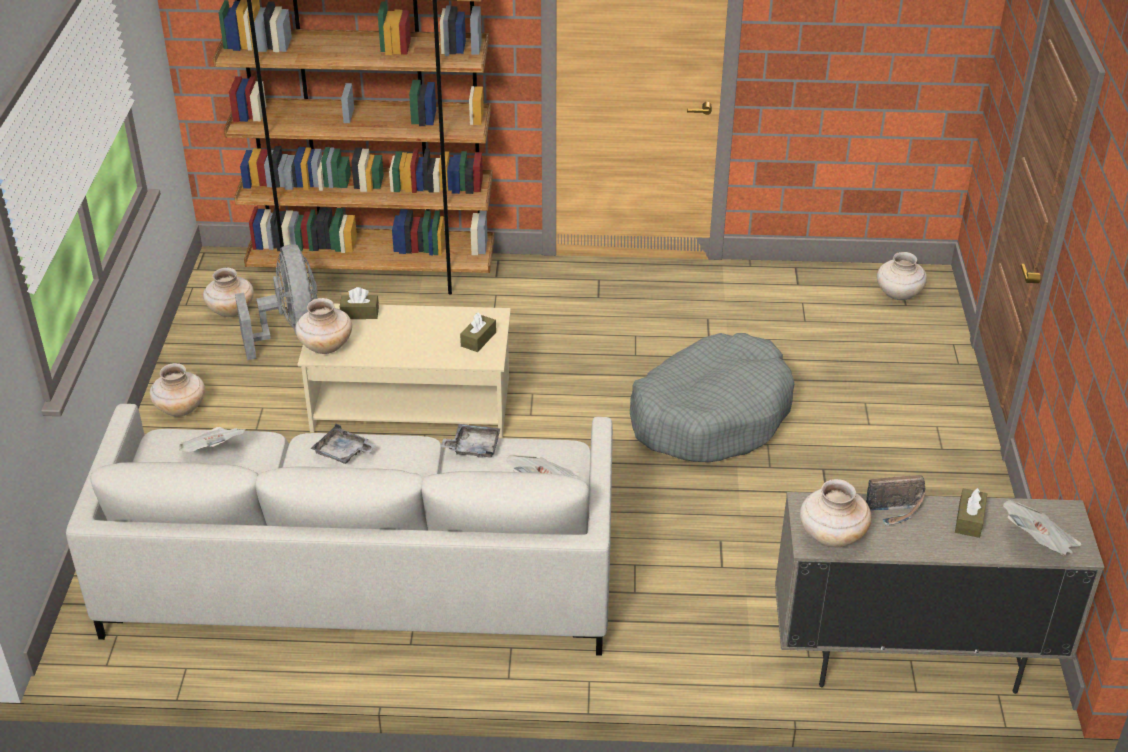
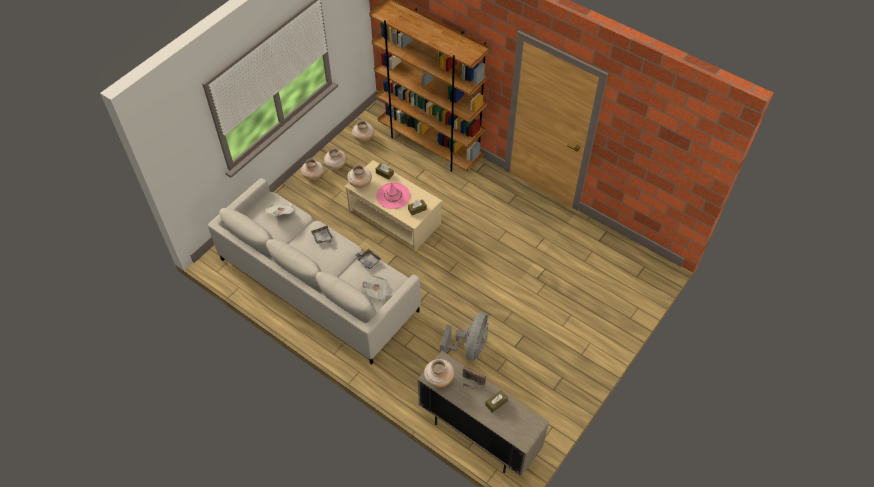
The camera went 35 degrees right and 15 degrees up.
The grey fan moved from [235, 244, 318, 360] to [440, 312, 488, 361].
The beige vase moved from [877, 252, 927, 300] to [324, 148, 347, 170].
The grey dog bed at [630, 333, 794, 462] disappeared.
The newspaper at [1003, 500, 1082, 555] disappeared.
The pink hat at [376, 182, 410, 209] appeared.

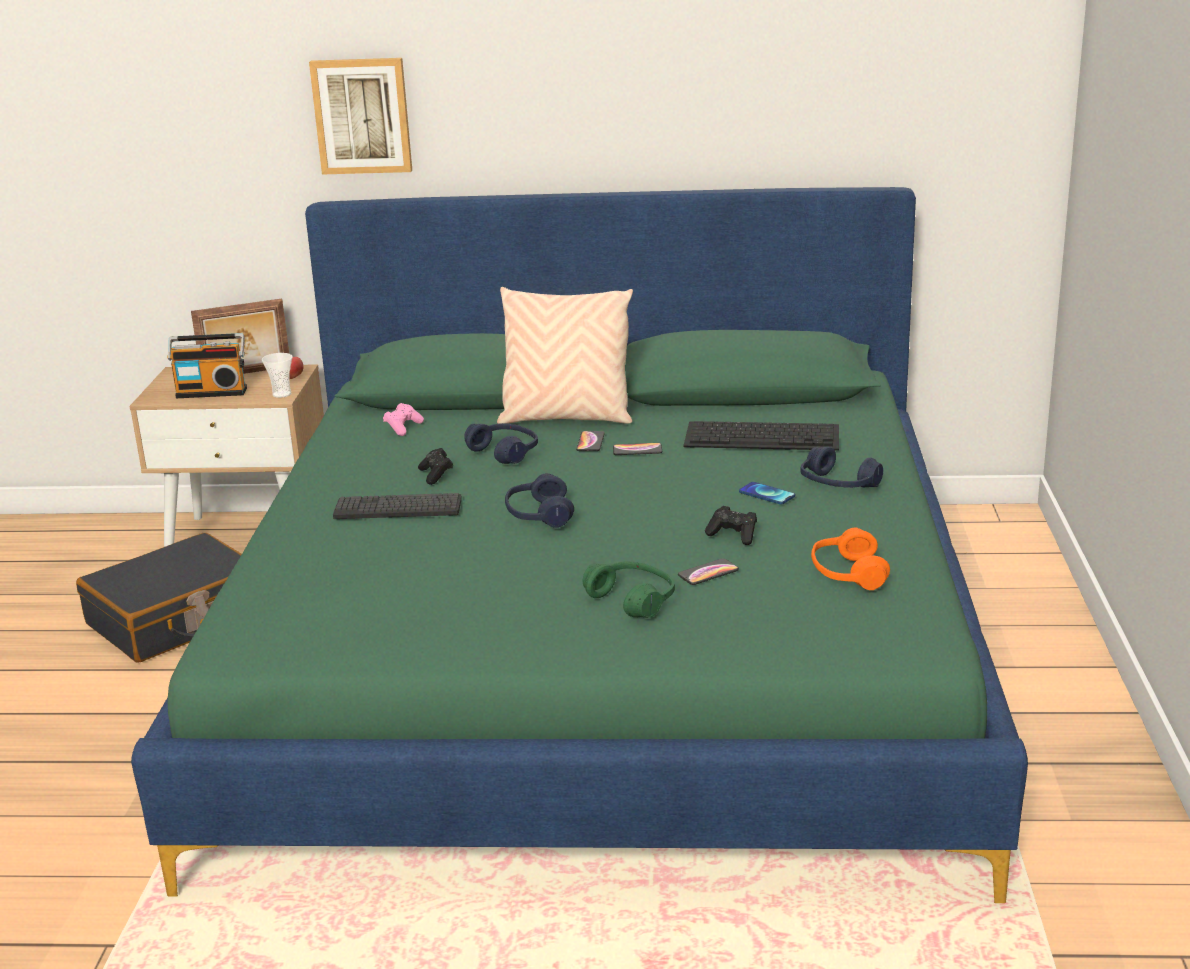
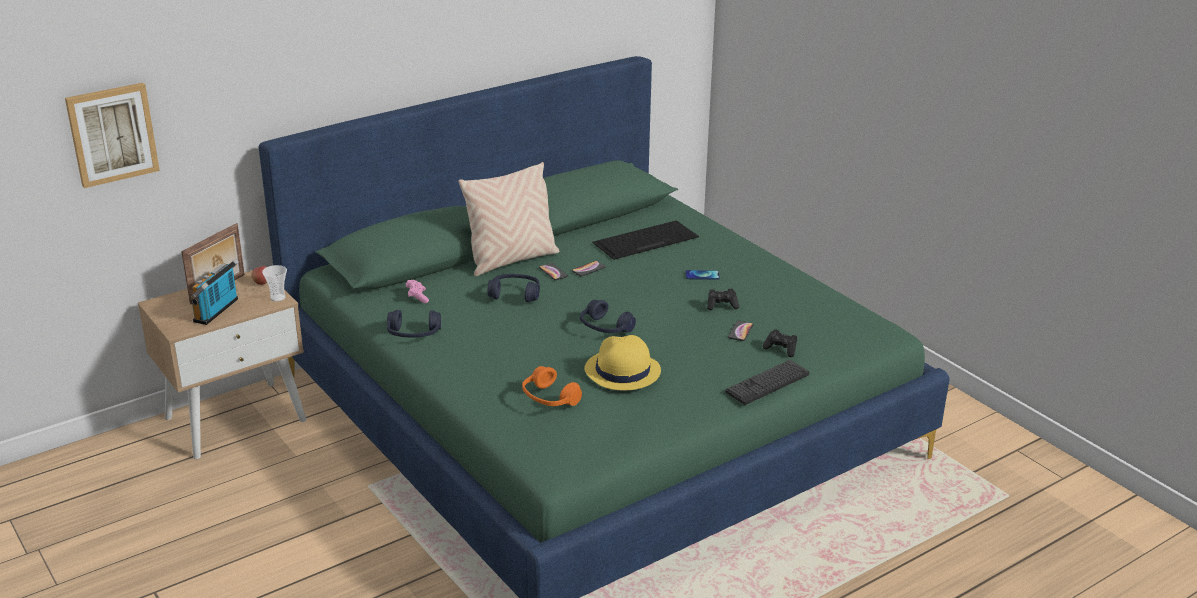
The camera went 40 degrees left and 5 degrees up.
The picture moved from [309, 58, 412, 175] to [65, 83, 160, 188].
The radio at [167, 333, 247, 398] turned 150 degrees clockwise.
The blue headphones moved from [801, 447, 883, 488] to [387, 310, 441, 337].
The black game controller moved from [418, 448, 453, 485] to [762, 329, 797, 357].
The keyboard moved from [333, 493, 462, 519] to [725, 360, 810, 405].
The orange headphones moved from [811, 528, 890, 590] to [522, 366, 582, 406].
The black suitcase at [76, 533, 242, 663] disappeared.
The green headphones at [583, 561, 675, 618] disappeared.
The yellow hat at [584, 335, 661, 390] appeared.

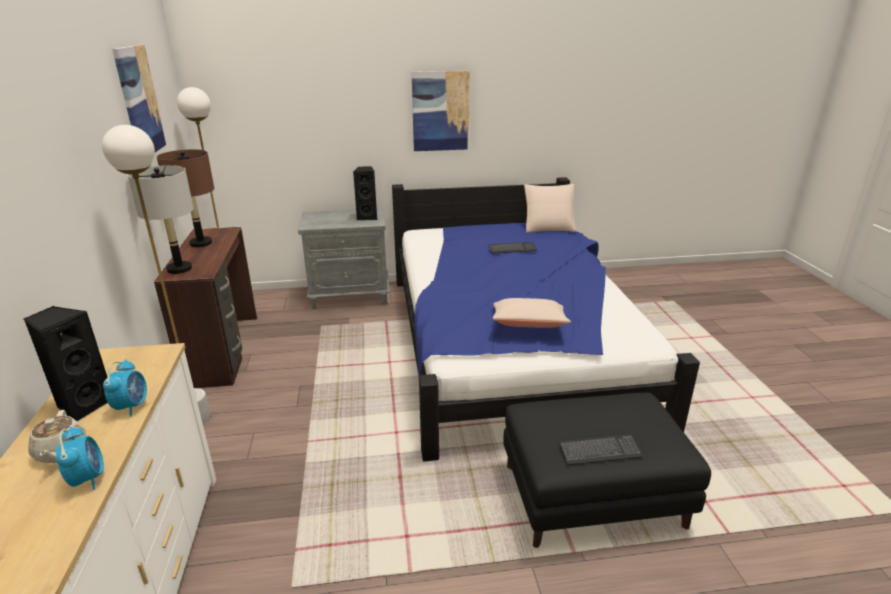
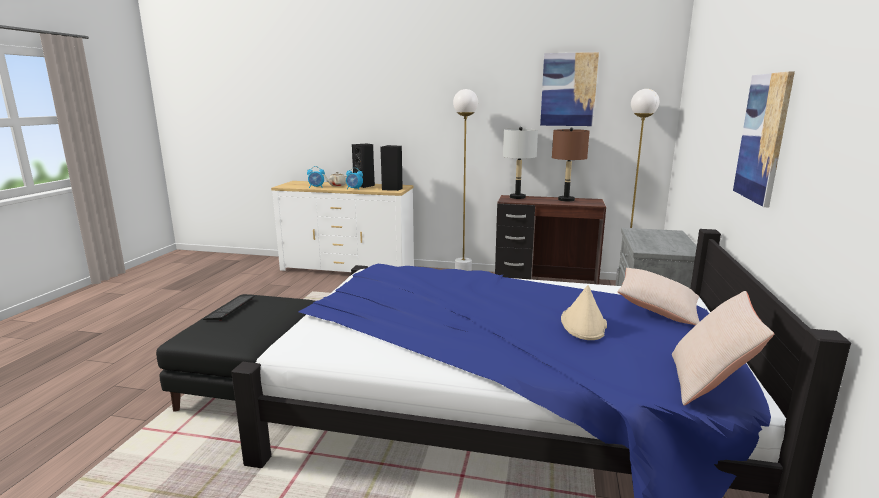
The camera went 110 degrees right and 10 degrees down.
The black speaker moved from [353, 166, 377, 220] to [380, 145, 403, 191].
The keyboard at [489, 242, 537, 254] was replaced by the beige hat at [561, 285, 607, 340].
The beige pillow moved from [493, 298, 571, 328] to [617, 268, 700, 325].

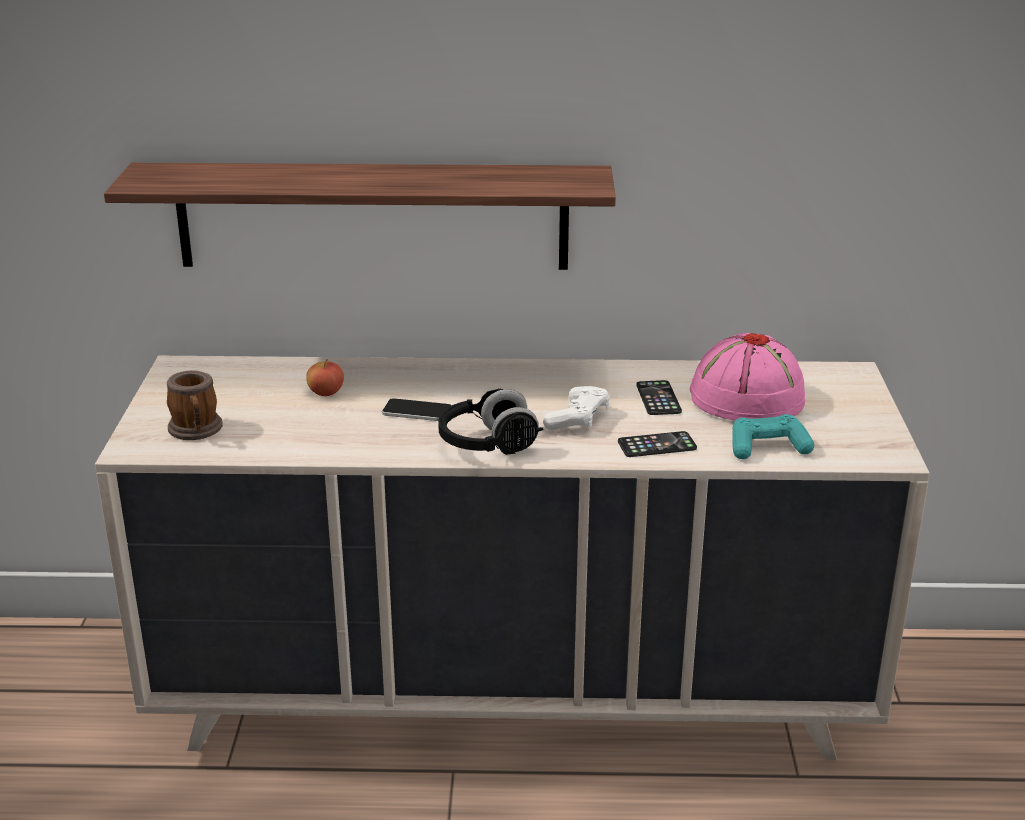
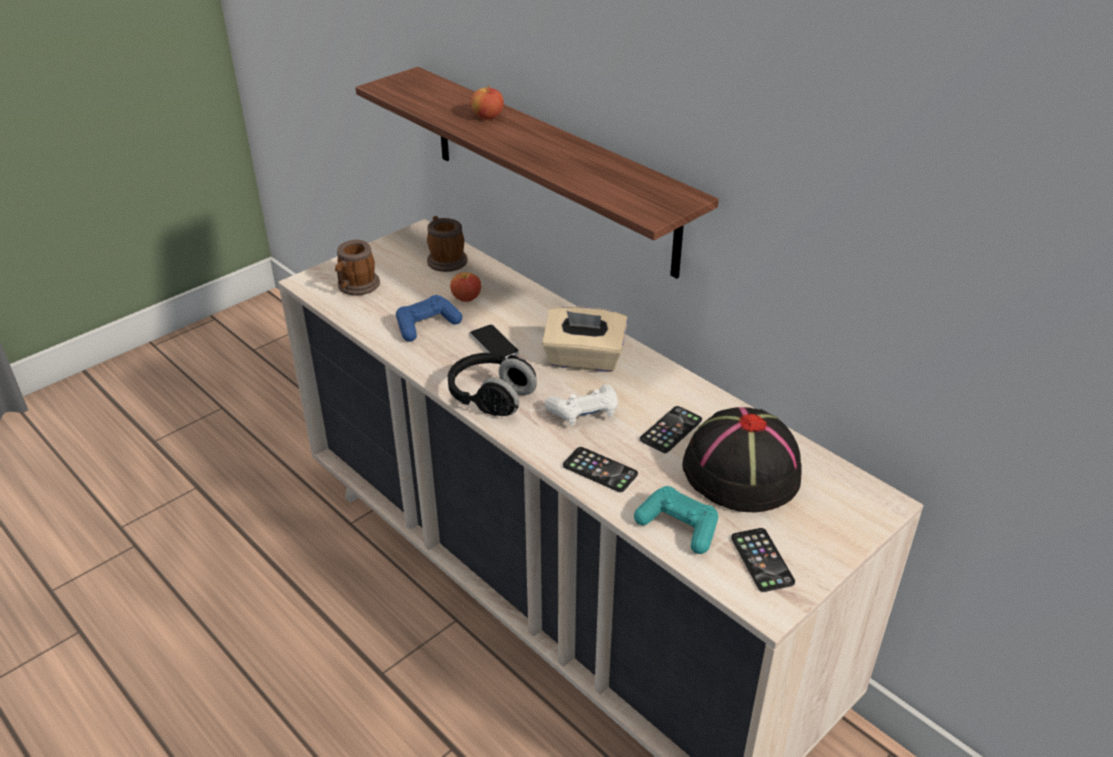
The camera went 45 degrees right and 10 degrees up.
The pink hat at [690, 333, 805, 421] became the black hat at [683, 407, 802, 512].
The apple at [470, 85, 504, 119] appeared.
The mug at [427, 216, 468, 272] appeared.
The blue game controller at [396, 295, 462, 342] appeared.
The beige tissue box at [542, 306, 628, 372] appeared.
The phone at [731, 528, 795, 592] appeared.

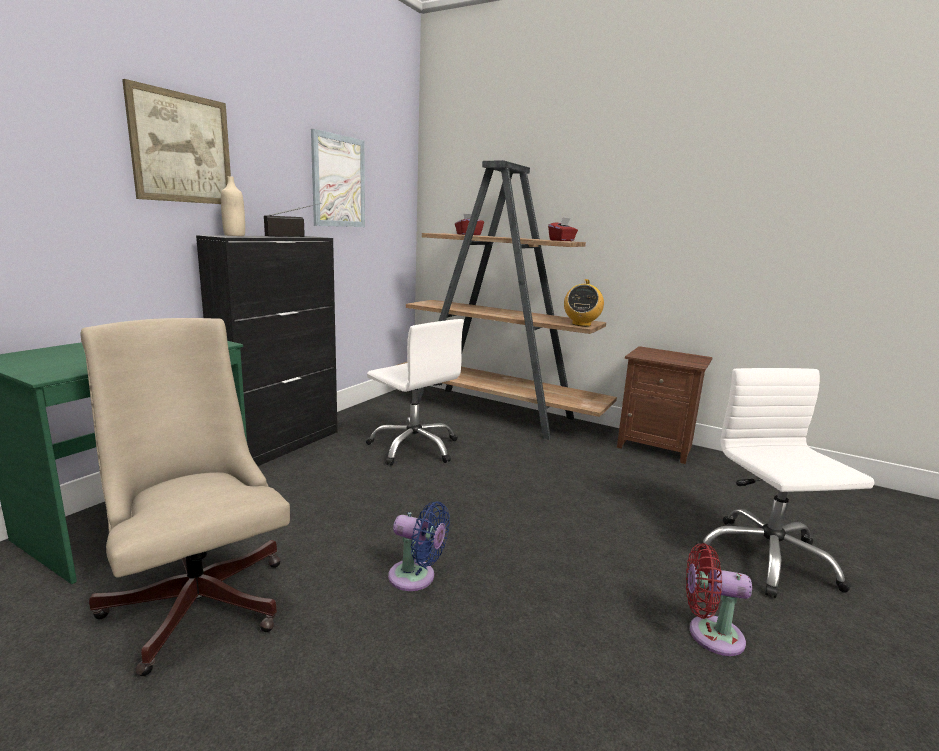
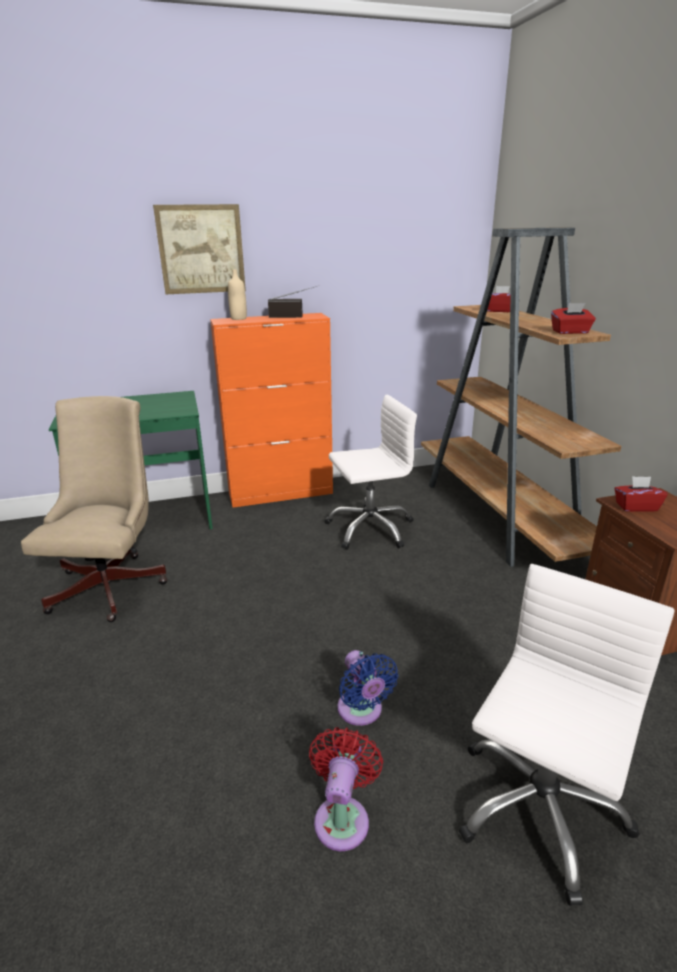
The camera went 45 degrees right and 10 degrees up.
The picture at [311, 129, 365, 227] disappeared.
The black cabinet at [196, 235, 338, 466] became the orange cabinet at [210, 313, 333, 508].
The radio at [564, 279, 604, 326] disappeared.
The white office chair at [366, 319, 464, 466] turned 105 degrees counterclockwise.
The blue fan moved from [388, 501, 450, 591] to [337, 650, 398, 726].
The red fan at [686, 543, 752, 656] turned 45 degrees clockwise.
The red tissue box at [614, 476, 668, 512] appeared.

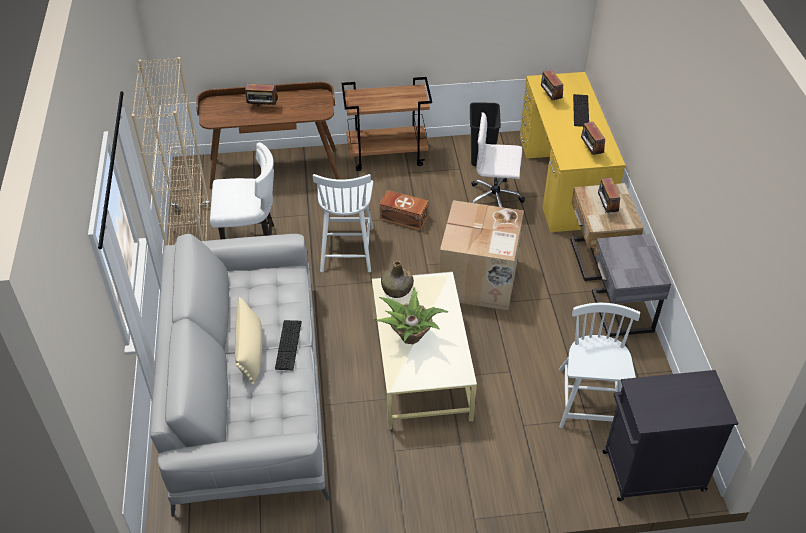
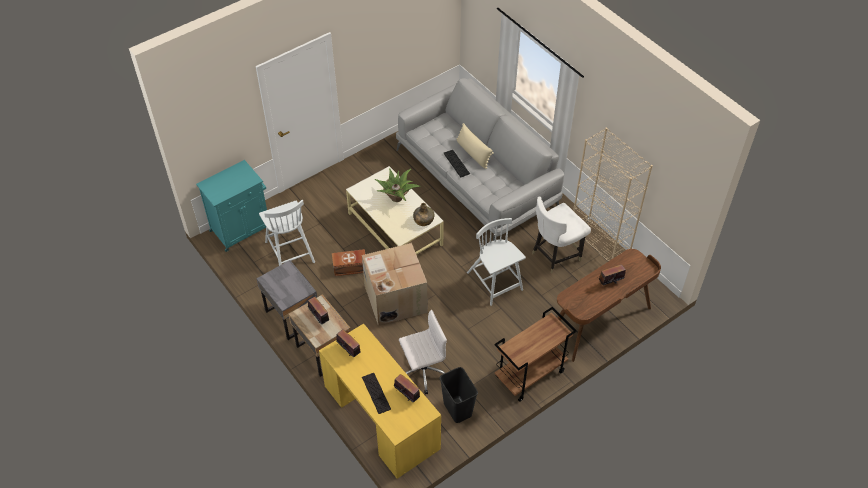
The camera went 150 degrees right and 5 degrees up.
The brown storage box moved from [379, 190, 429, 231] to [332, 249, 365, 276].
The black cabinet at [602, 370, 738, 501] became the turquoise cabinet at [196, 160, 267, 252].

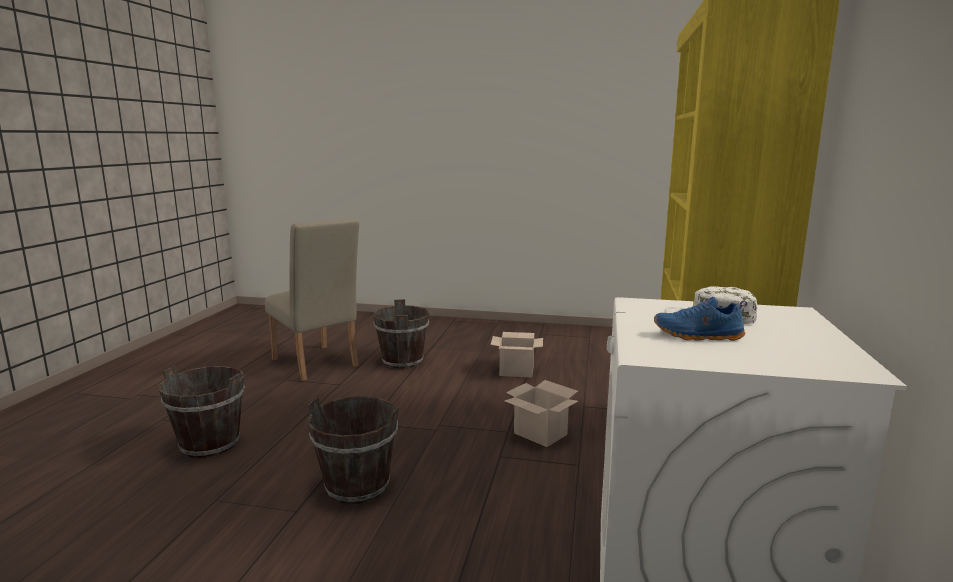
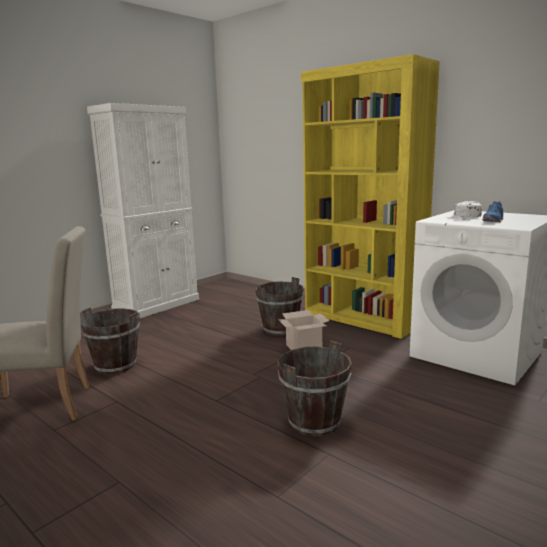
The camera went 60 degrees left and 0 degrees up.
The cardboard box at [490, 332, 543, 377] disappeared.
The brown bucket moved from [159, 366, 245, 459] to [255, 277, 303, 336].
The white cabinet at [87, 103, 199, 319] appeared.

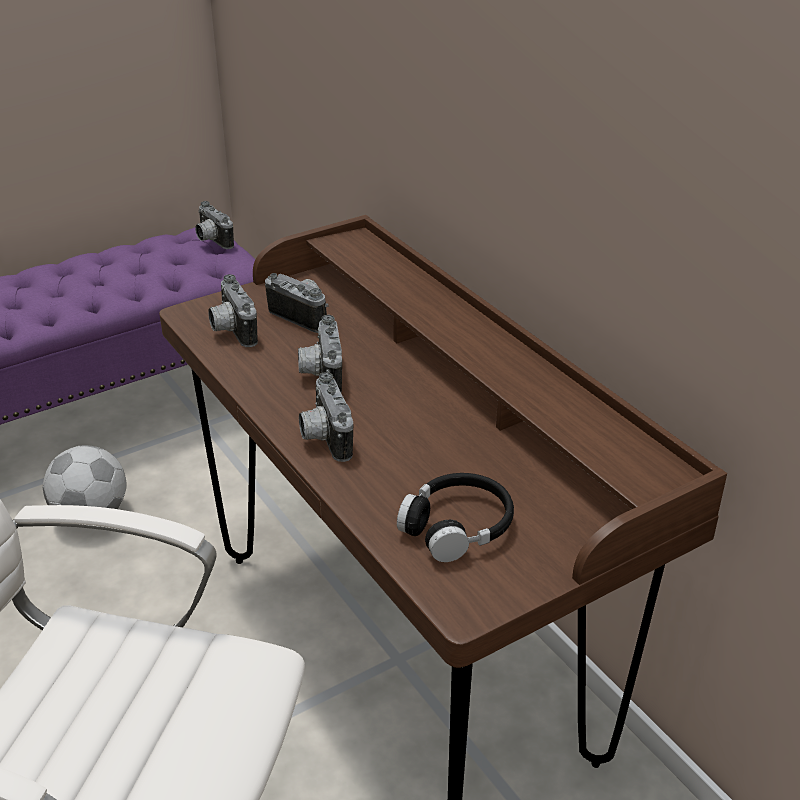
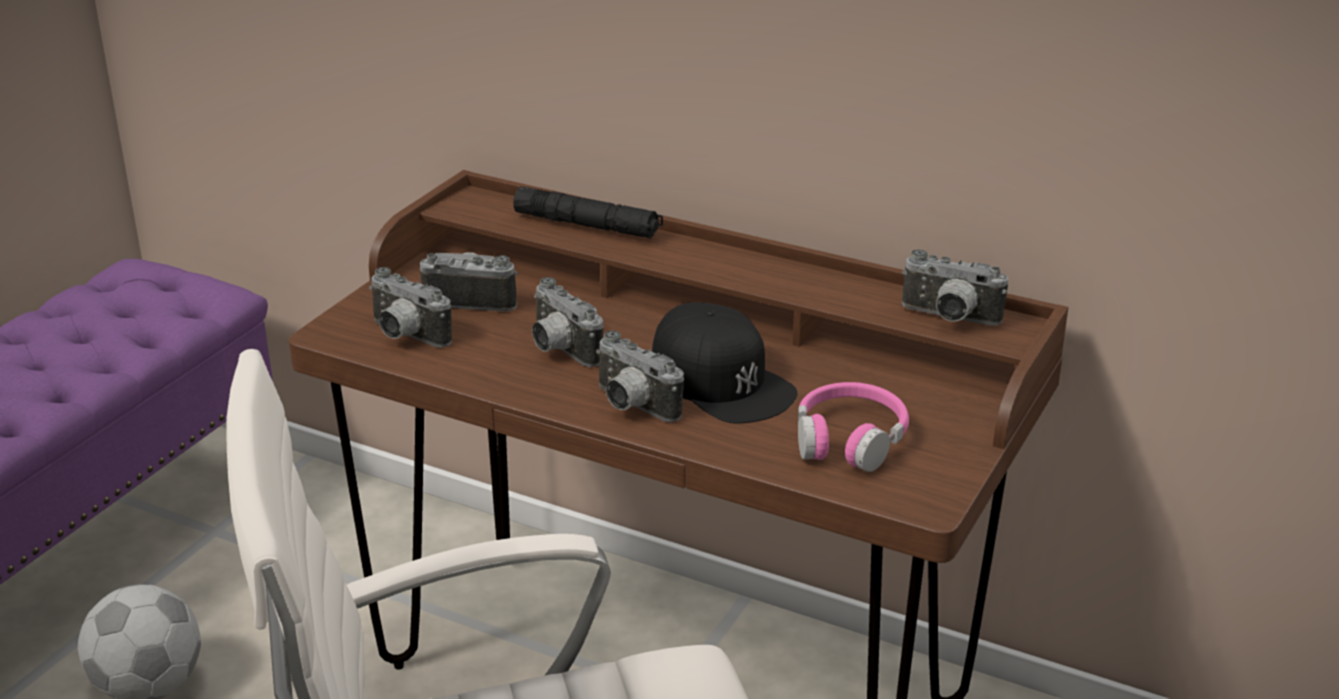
The camera went 30 degrees left and 5 degrees down.
The photo camera moved from [195, 201, 234, 249] to [902, 249, 1008, 326].
The black headphones at [397, 473, 514, 562] became the pink headphones at [798, 382, 909, 472].
The black flashlight at [513, 187, 663, 239] appeared.
The black cap at [652, 302, 798, 424] appeared.

